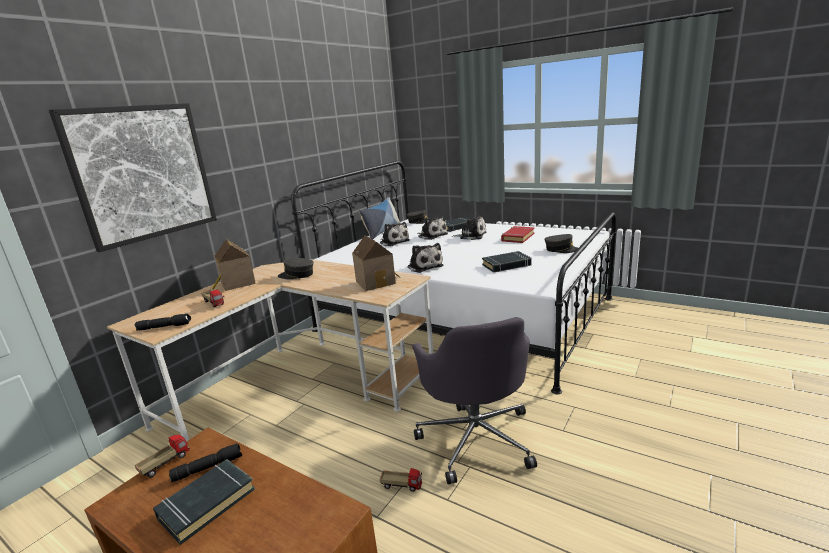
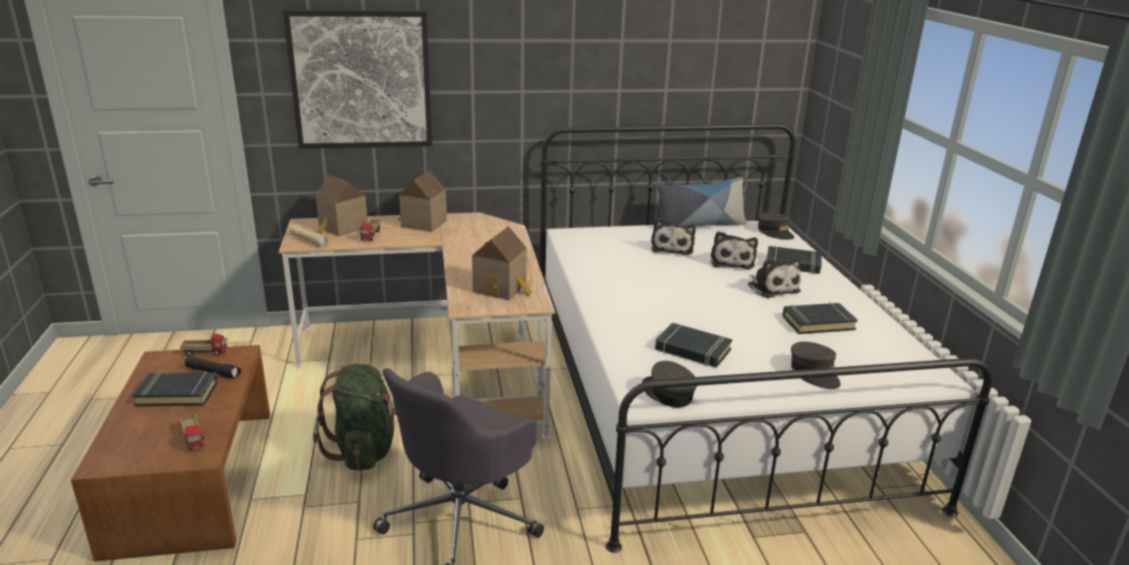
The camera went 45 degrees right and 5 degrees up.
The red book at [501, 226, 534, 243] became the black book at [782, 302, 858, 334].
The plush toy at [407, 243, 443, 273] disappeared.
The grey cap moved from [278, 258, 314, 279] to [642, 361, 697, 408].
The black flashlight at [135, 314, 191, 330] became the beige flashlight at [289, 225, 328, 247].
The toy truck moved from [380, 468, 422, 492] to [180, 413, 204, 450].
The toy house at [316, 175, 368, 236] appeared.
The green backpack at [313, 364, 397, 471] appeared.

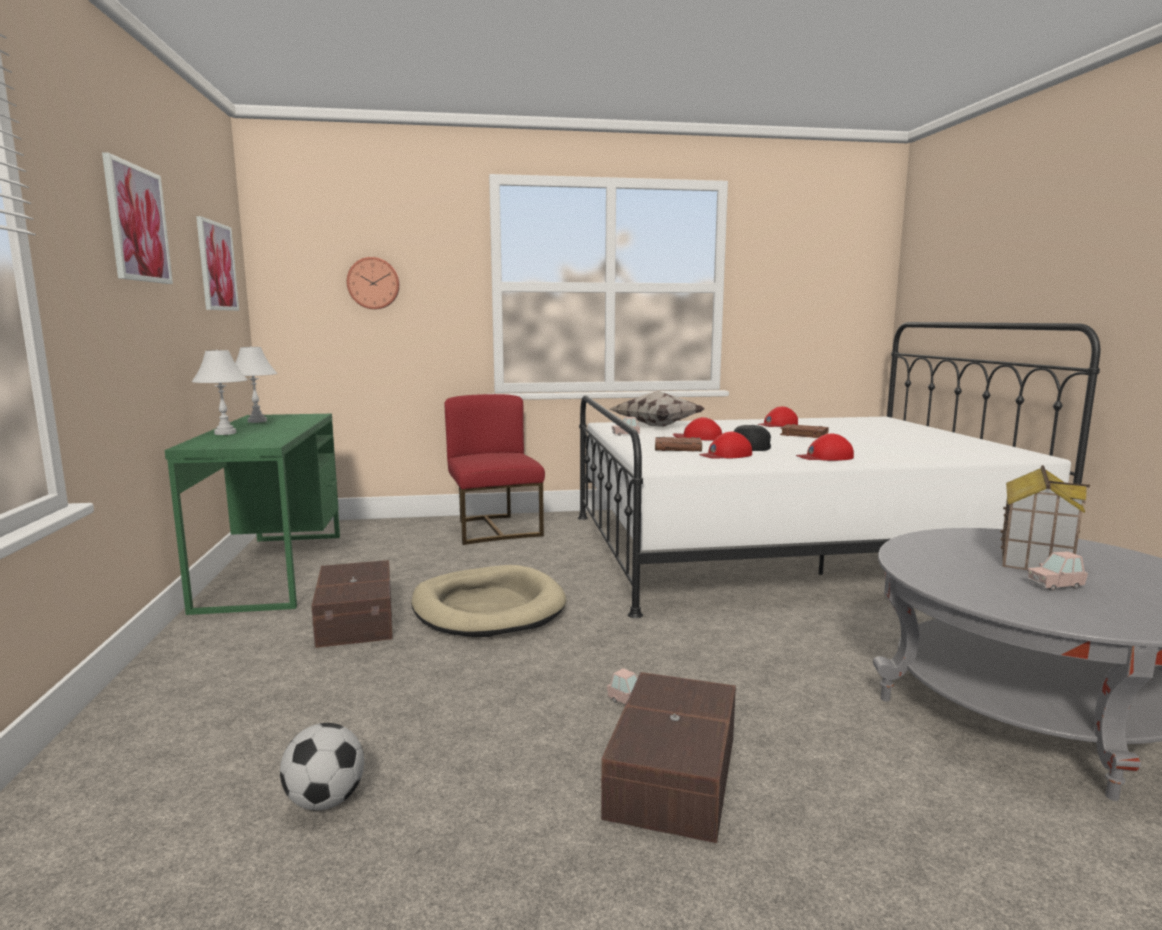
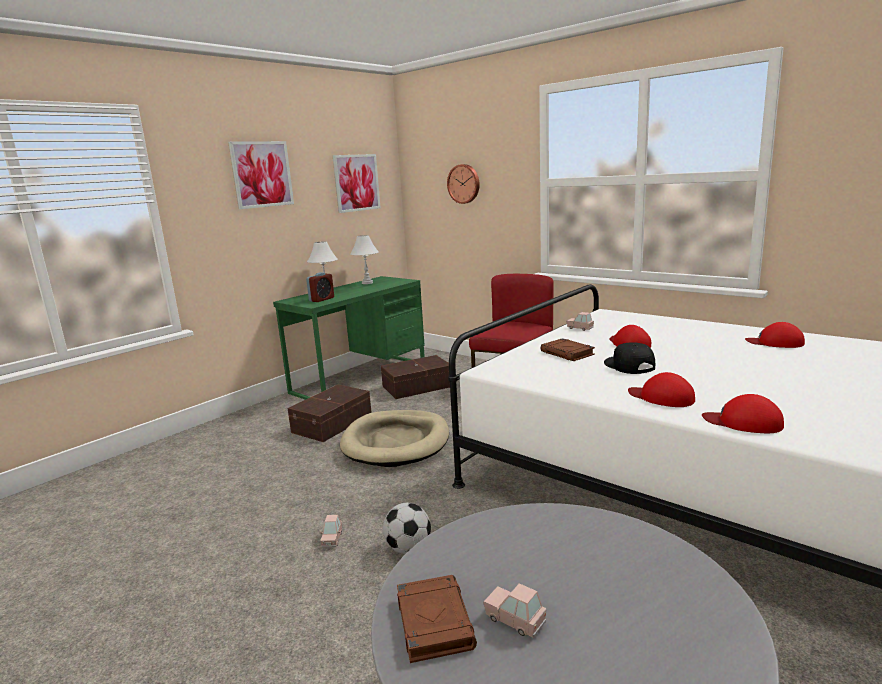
The camera went 50 degrees right and 5 degrees up.
The pillow at [610, 391, 705, 427] disappeared.
The brown book moved from [780, 424, 829, 438] to [397, 575, 477, 663].
The red cap moved from [699, 432, 752, 459] to [702, 394, 784, 433].
The toy house at [1000, 465, 1090, 570] disappeared.
The brown storage box moved from [601, 672, 736, 843] to [381, 355, 450, 399].
The football moved from [280, 723, 364, 810] to [383, 503, 431, 554].
The alarm clock at [306, 273, 334, 302] appeared.

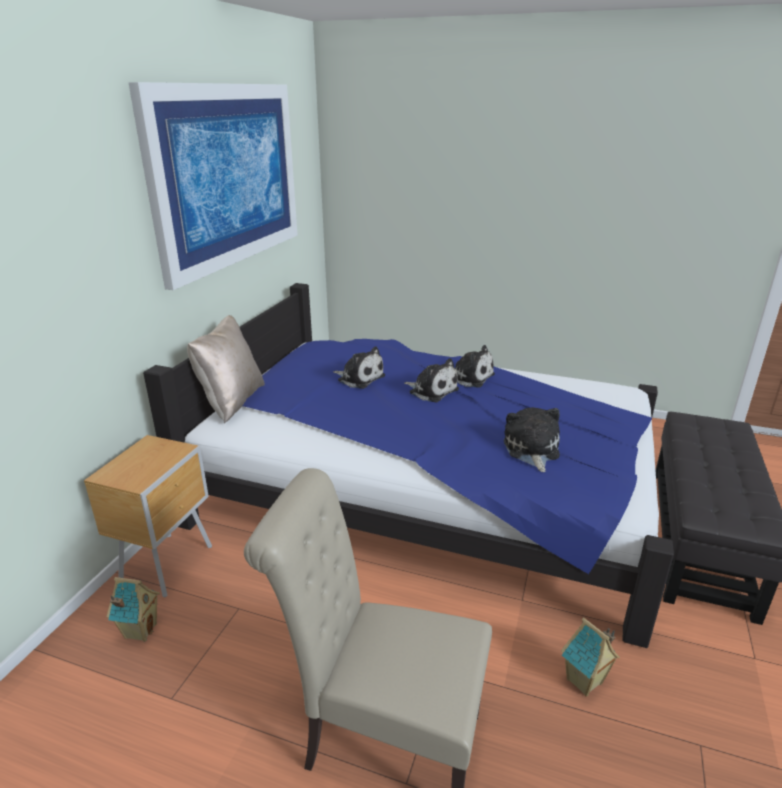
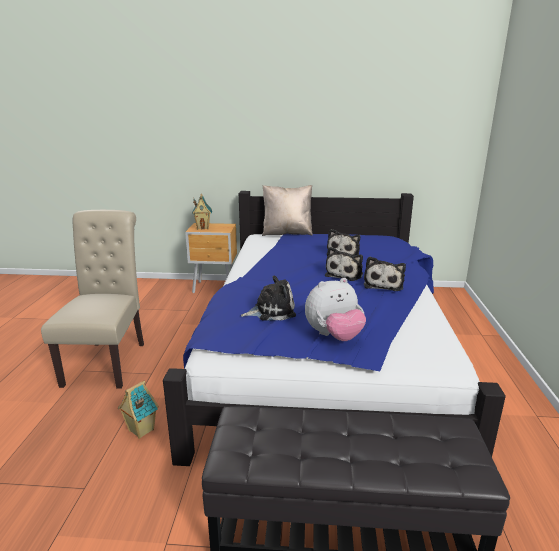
The camera went 75 degrees right and 5 degrees down.
The picture at [128, 82, 298, 290] disappeared.
The toy house moved from [106, 577, 160, 642] to [192, 194, 212, 230].
The plush toy at [305, 278, 366, 341] appeared.

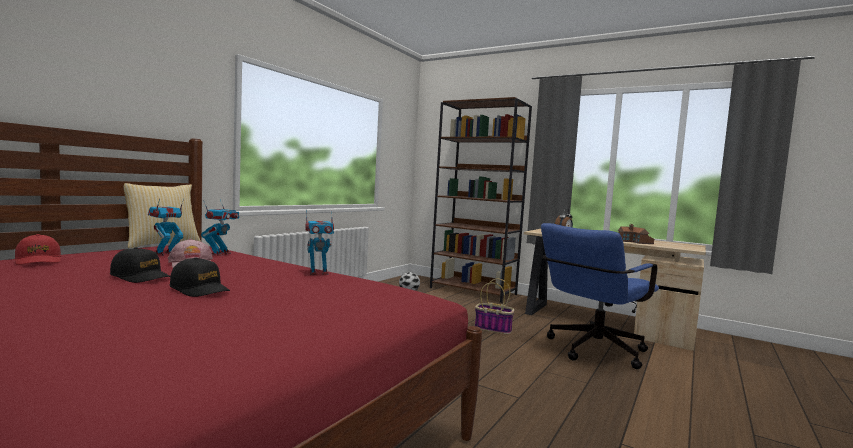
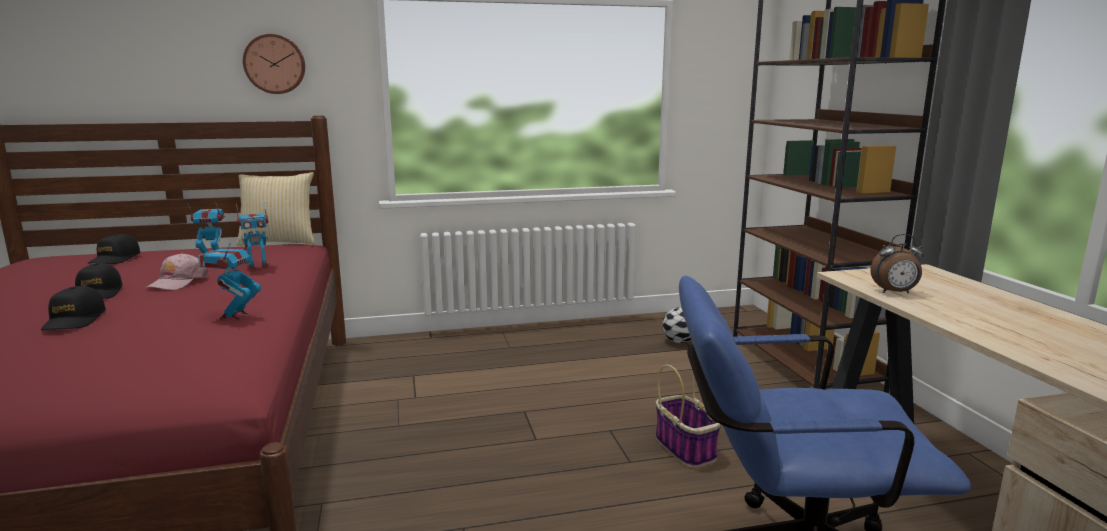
The camera went 45 degrees right and 10 degrees up.
The toy robot at [305, 210, 334, 275] turned 75 degrees clockwise.
The toy house at [618, 224, 654, 244] disappeared.
The red cap at [15, 234, 61, 265] became the black cap at [88, 234, 141, 264].
The wall clock at [243, 34, 305, 94] appeared.

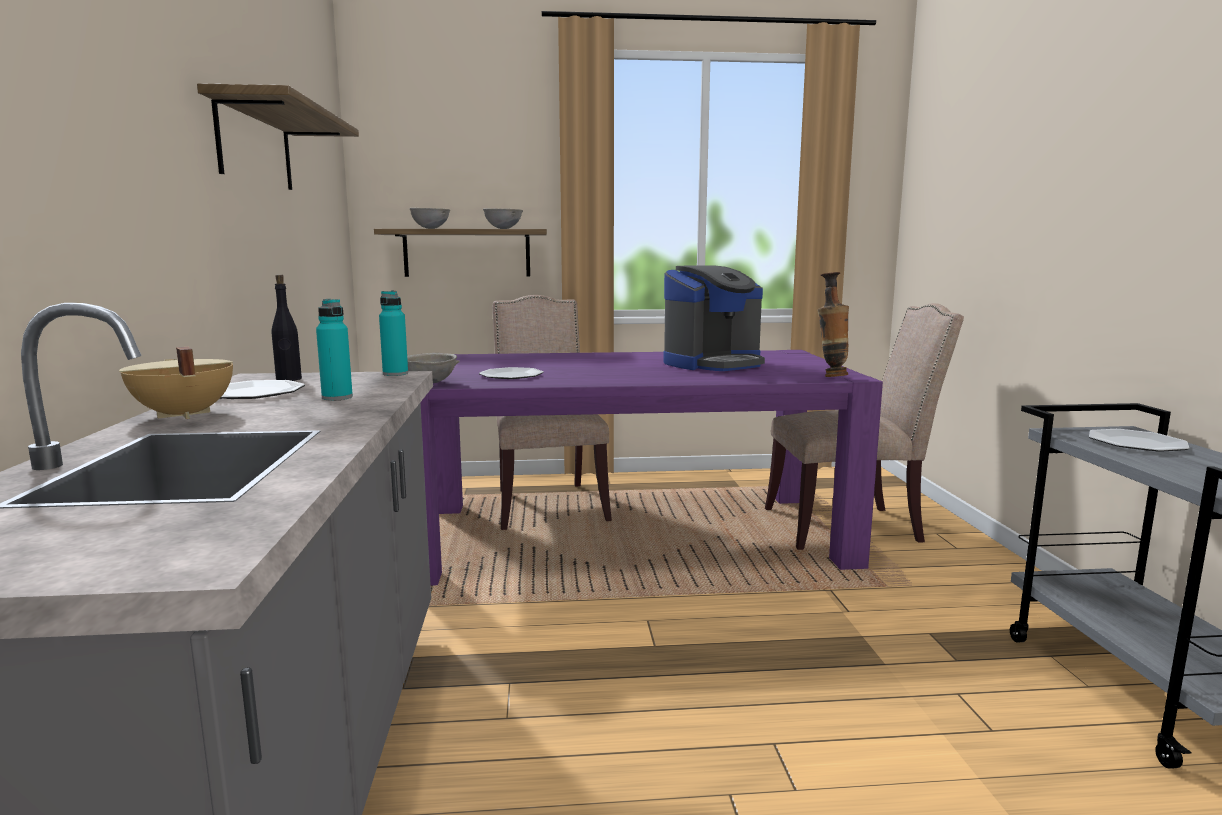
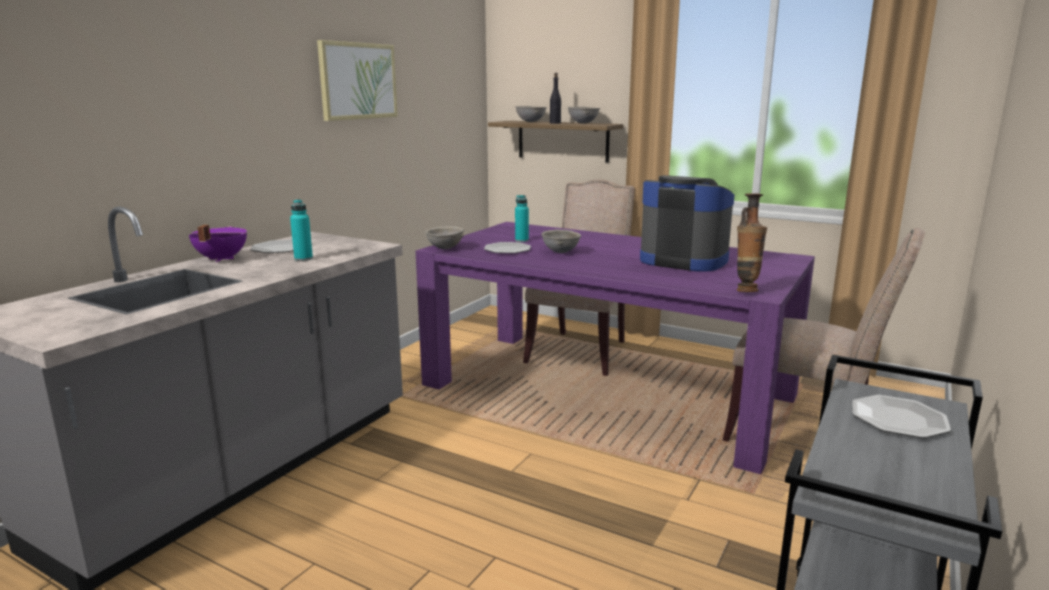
The camera went 35 degrees right and 5 degrees up.
The shelf at [197, 83, 359, 190] was replaced by the picture at [317, 40, 398, 121].
The coffee machine at [663, 265, 765, 371] turned 150 degrees counterclockwise.
The black bottle moved from [272, 274, 302, 381] to [550, 73, 561, 124].
The turquoise bottle moved from [379, 291, 408, 376] to [515, 195, 529, 242].
The beige cooking pot at [119, 347, 233, 419] became the purple cooking pot at [189, 225, 247, 262].
The grey bowl at [541, 230, 581, 253] appeared.

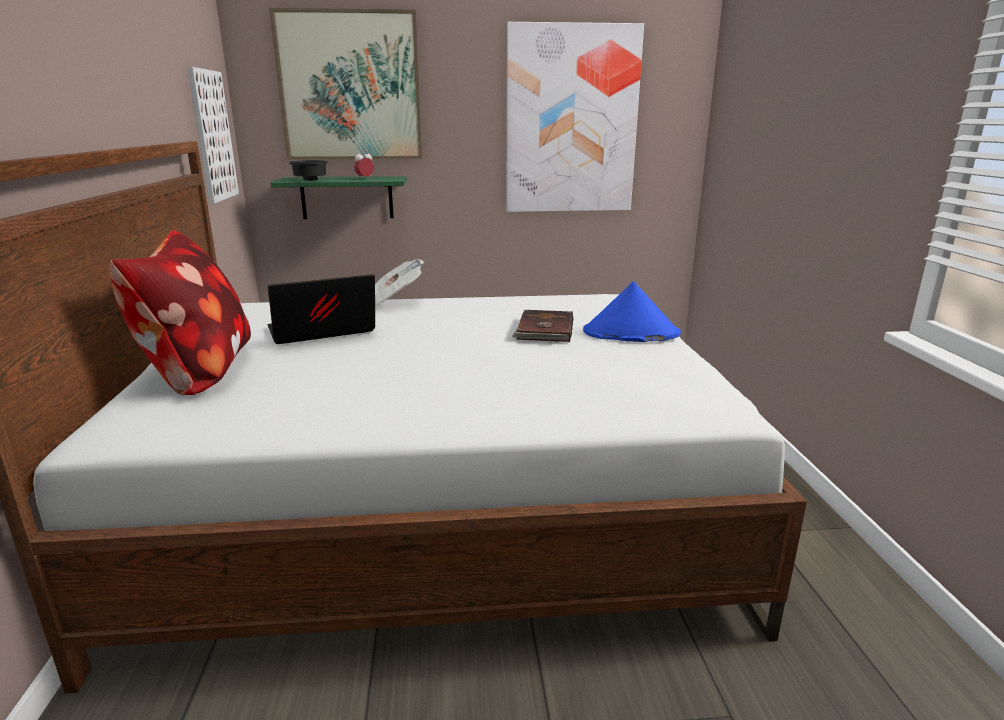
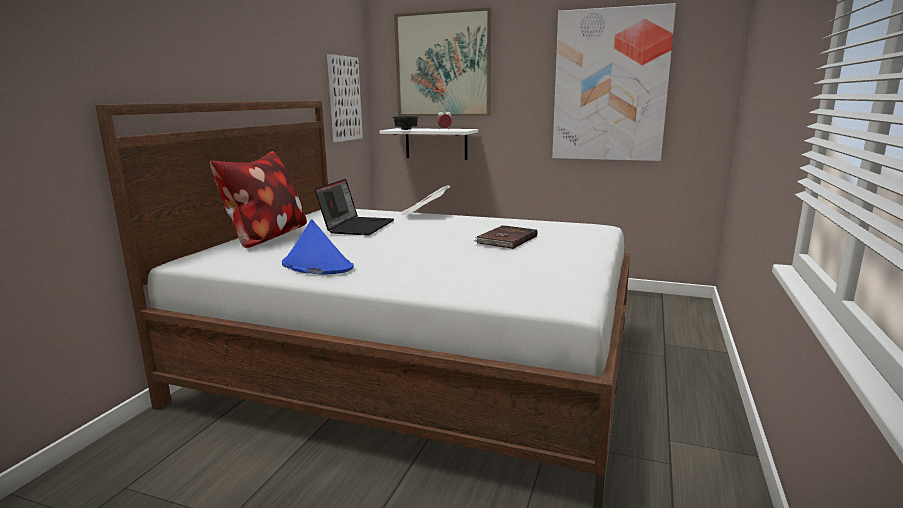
The camera went 25 degrees right and 5 degrees down.
The green shelf at [271, 176, 407, 219] became the white shelf at [380, 128, 478, 160].
The laptop at [268, 274, 375, 344] turned 105 degrees clockwise.
The blue hat moved from [583, 281, 681, 342] to [282, 219, 354, 275].

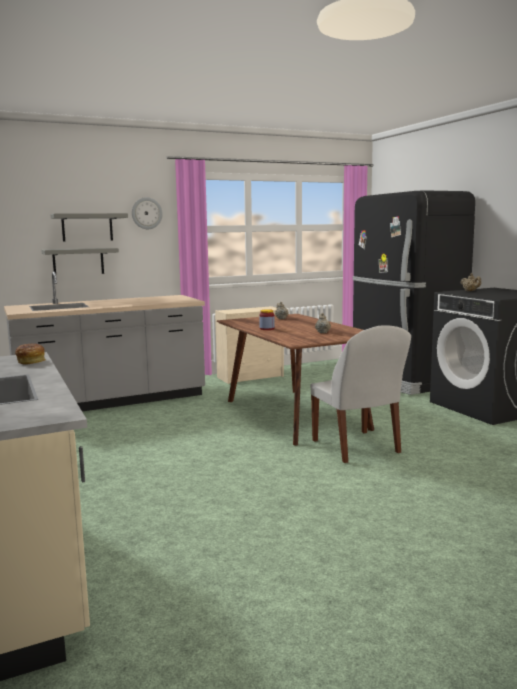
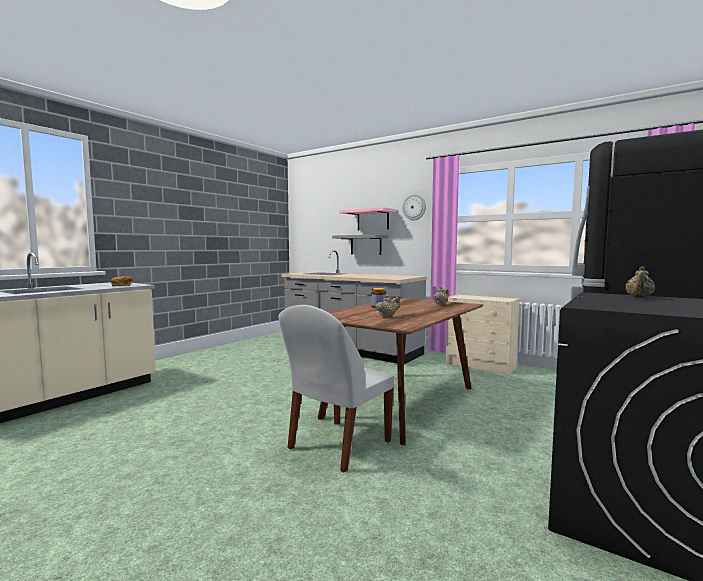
The camera went 60 degrees right and 5 degrees down.
The grey shelf at [51, 213, 128, 241] became the pink shelf at [339, 207, 395, 230].

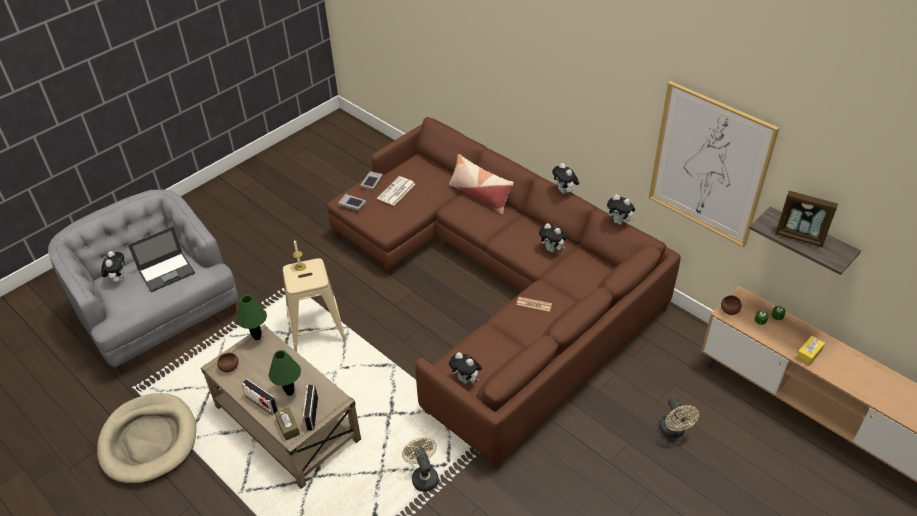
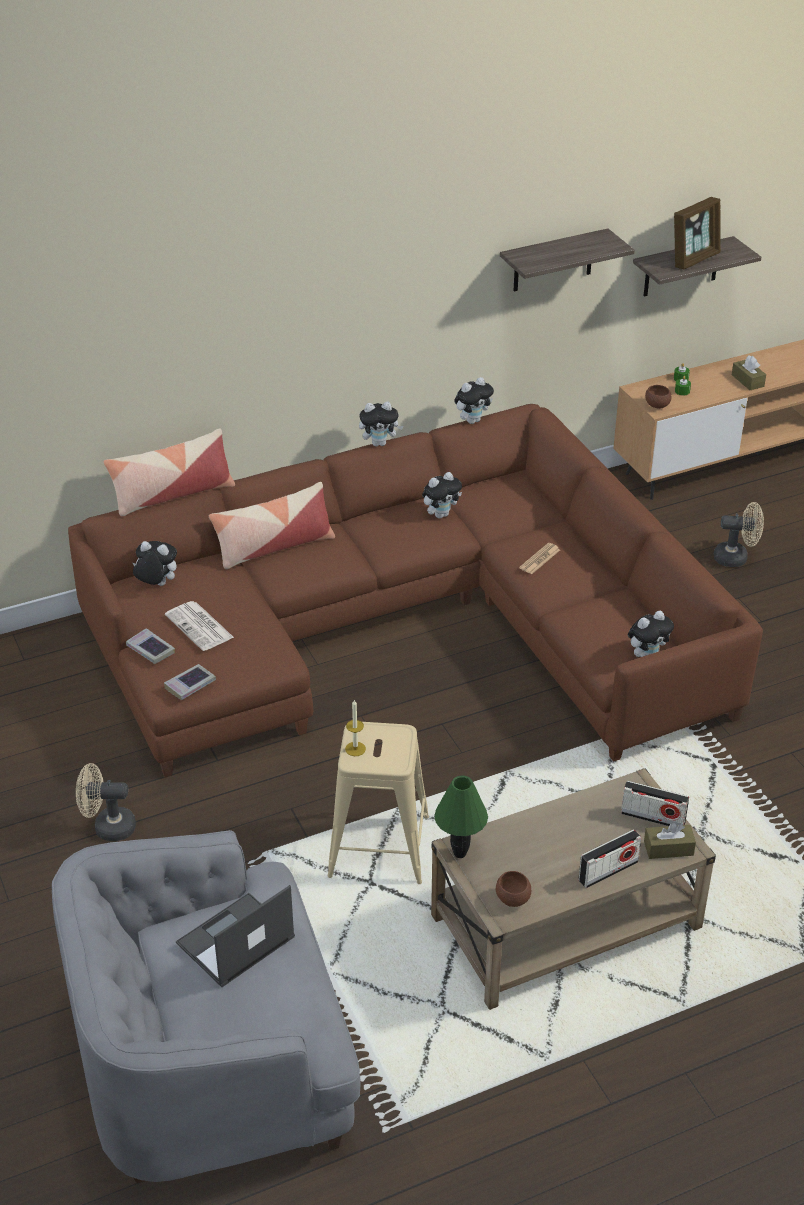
The camera went 70 degrees left and 5 degrees down.
The picture at [649, 81, 779, 247] was replaced by the shelf at [500, 228, 635, 292].
The laptop at [128, 227, 195, 292] turned 120 degrees counterclockwise.
The plush toy moved from [101, 251, 125, 282] to [133, 541, 177, 586].
The yellow tissue box at [796, 336, 825, 366] became the brown tissue box at [732, 355, 766, 390].
The green table lamp at [269, 350, 301, 396] disappeared.
The beige dog bed at [97, 393, 196, 484] disappeared.
The beige fan moved from [402, 437, 439, 492] to [76, 763, 136, 841].
The pillow at [103, 429, 235, 516] appeared.

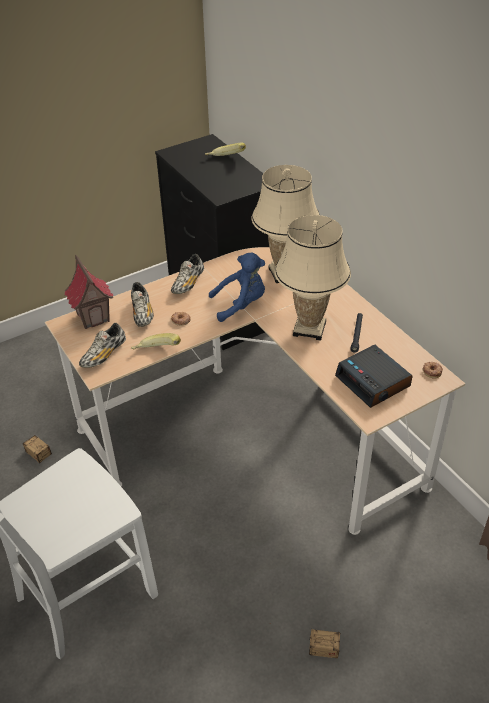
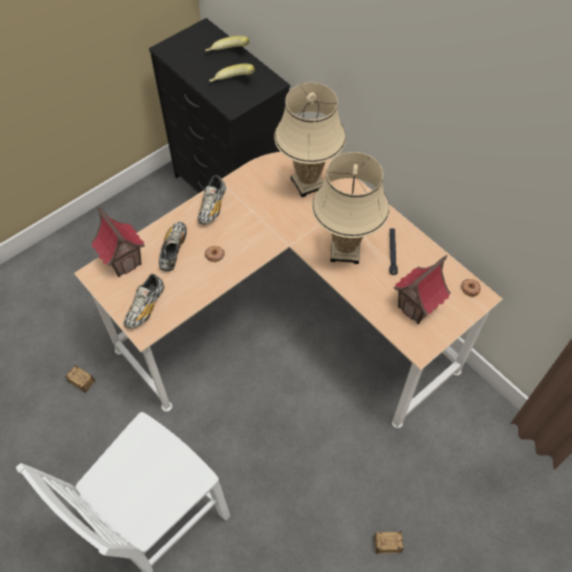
The camera went 10 degrees left and 15 degrees up.
The blue plush toy at [209, 252, 265, 322] disappeared.
The shoe at [131, 282, 154, 327] turned 150 degrees counterclockwise.
The banana moved from [131, 333, 181, 349] to [209, 64, 255, 82].
The alarm clock at [335, 345, 413, 408] was replaced by the toy house at [394, 255, 451, 324].

